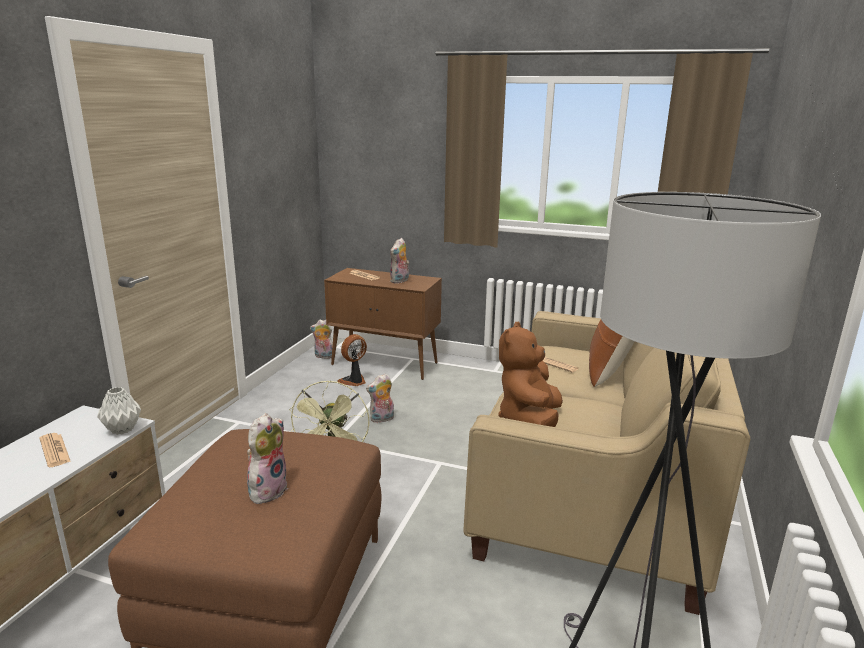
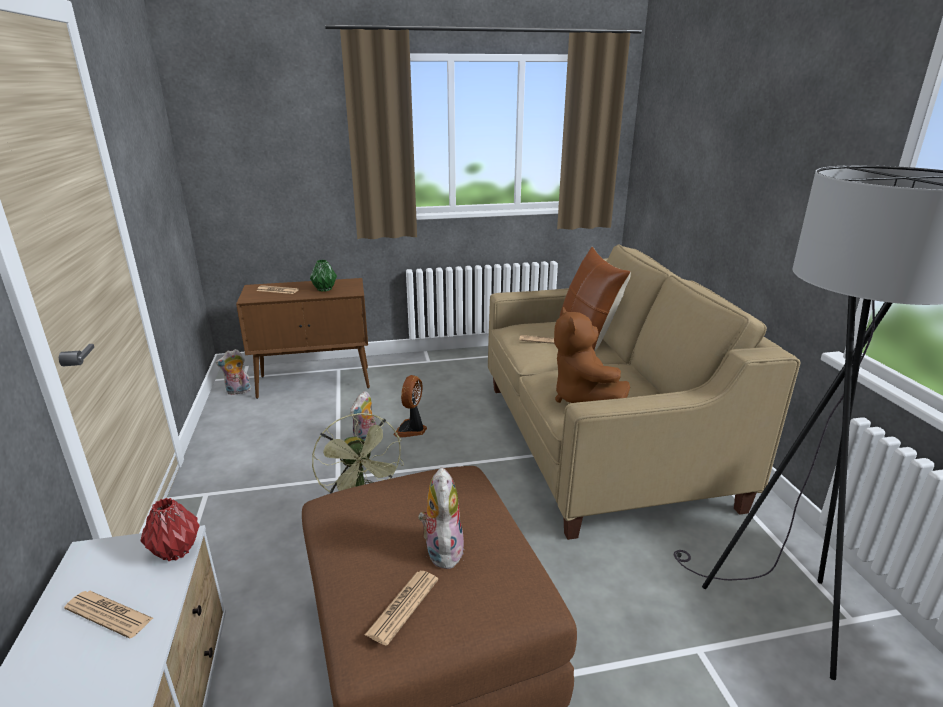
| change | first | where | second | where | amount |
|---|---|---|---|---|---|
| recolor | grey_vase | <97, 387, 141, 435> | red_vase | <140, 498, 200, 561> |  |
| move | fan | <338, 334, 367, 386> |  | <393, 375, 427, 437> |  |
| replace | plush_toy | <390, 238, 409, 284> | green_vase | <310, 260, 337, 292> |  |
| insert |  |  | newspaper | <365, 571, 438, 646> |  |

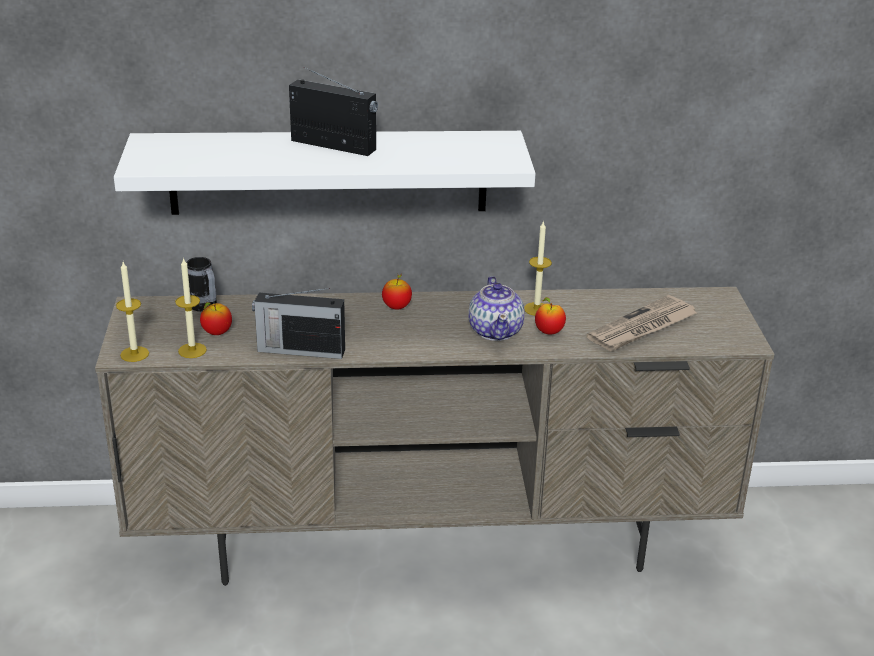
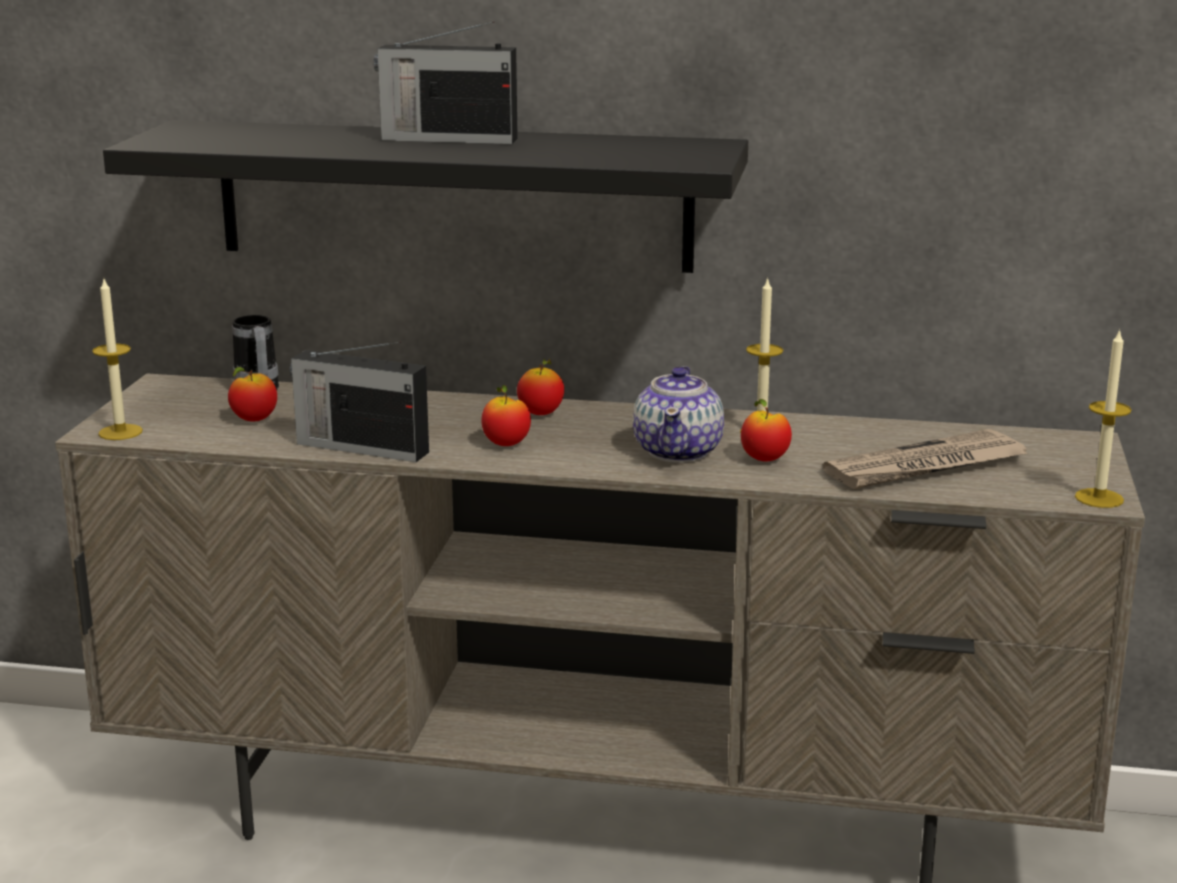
| change | first | where | second | where | amount |
|---|---|---|---|---|---|
| recolor | white_shelf | <114, 131, 536, 215> | black_shelf | <103, 120, 748, 273> |  |
| move | candle | <175, 257, 207, 358> |  | <1075, 329, 1132, 508> |  |
| rotate | radio | <289, 67, 378, 156> |  | <374, 21, 518, 144> | 150 degrees clockwise |
| insert |  |  | apple | <482, 385, 531, 446> |  |

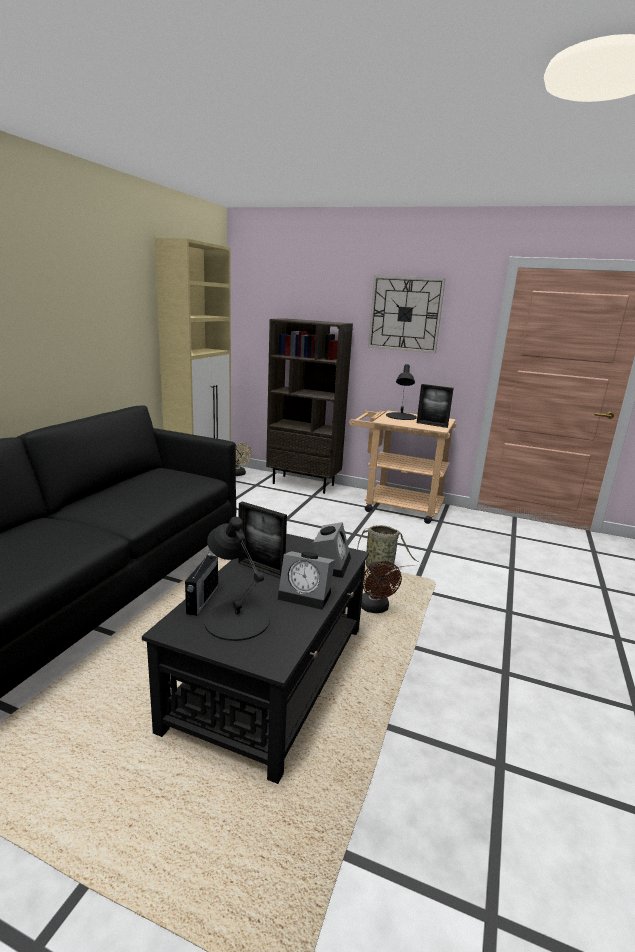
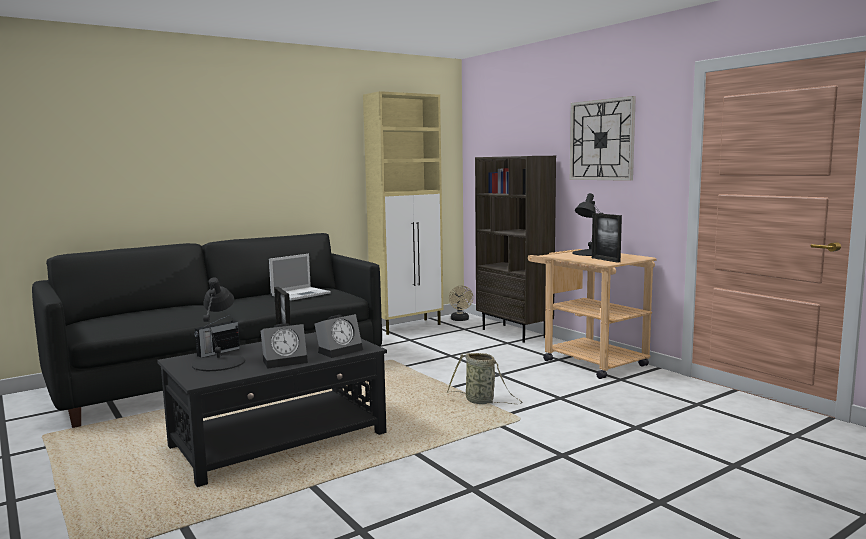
| change | first | where | second | where | amount |
|---|---|---|---|---|---|
| rotate | alarm_clock | <278, 551, 335, 610> |  | <261, 323, 308, 368> | 75 degrees counterclockwise |
| delete | brown_fan | <361, 561, 402, 613> |  |  |  |
| insert |  |  | laptop | <269, 254, 331, 301> |  |

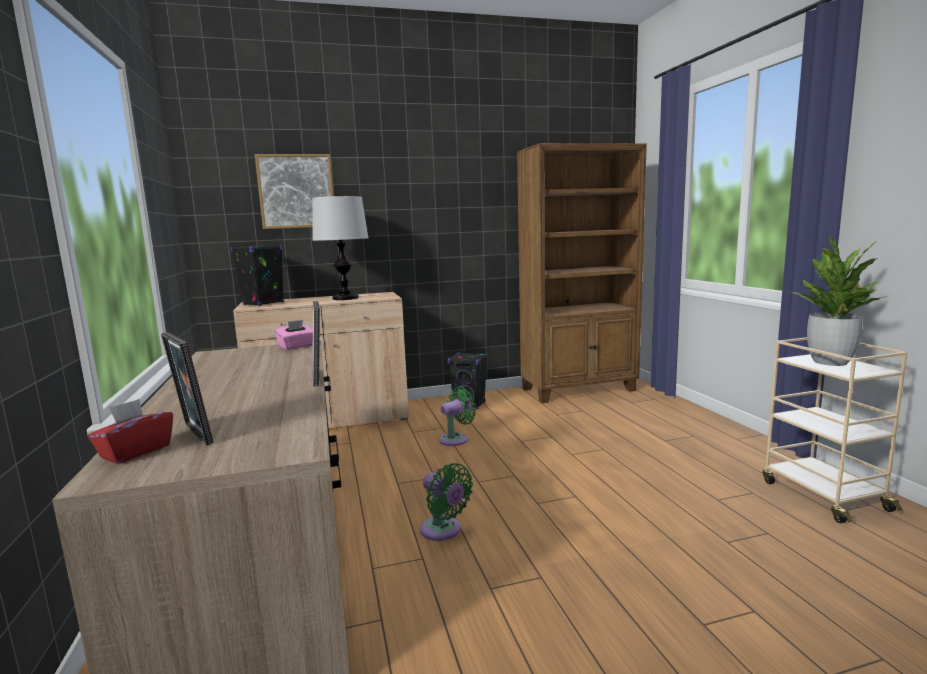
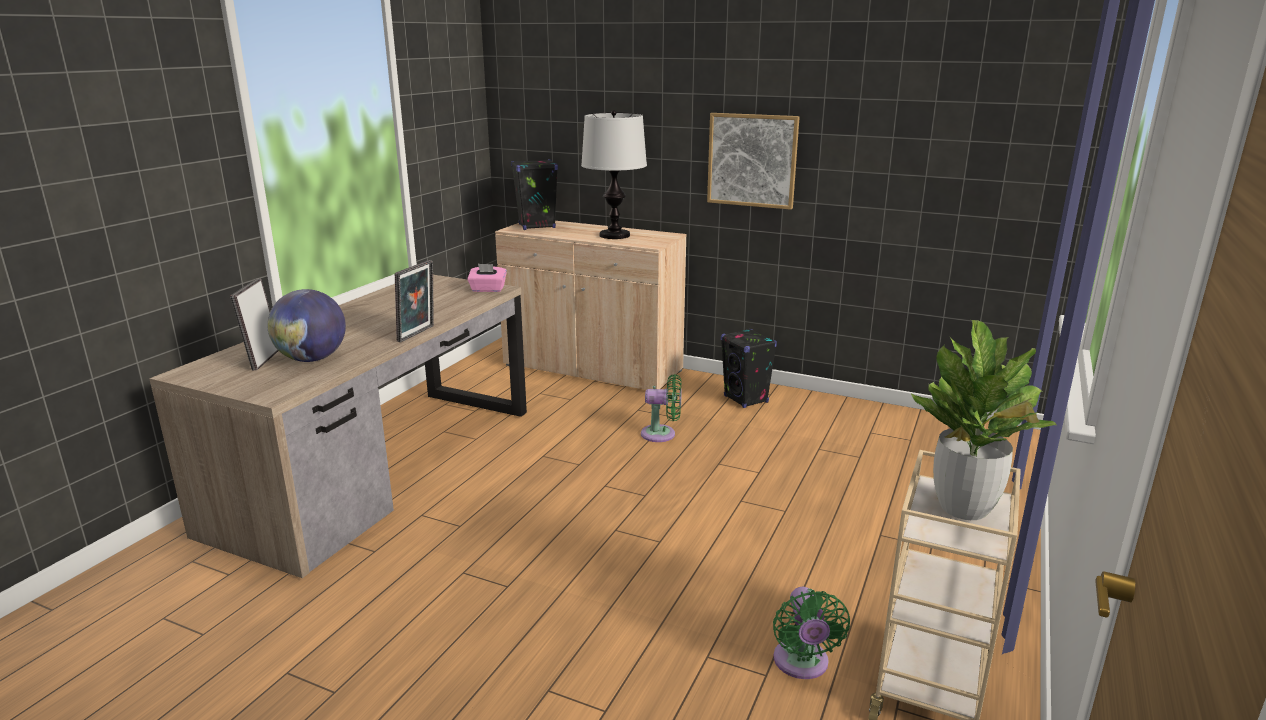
| change | first | where | second | where | amount |
|---|---|---|---|---|---|
| delete | red_tissue_box | <88, 399, 173, 464> |  |  |  |
| move | picture | <255, 154, 333, 229> |  | <707, 113, 800, 210> |  |
| move | green_fan | <420, 463, 473, 541> |  | <773, 587, 850, 679> |  |
| delete | brown_bookcase | <517, 143, 647, 403> |  |  |  |
| insert |  |  | globe | <267, 289, 346, 362> |  |

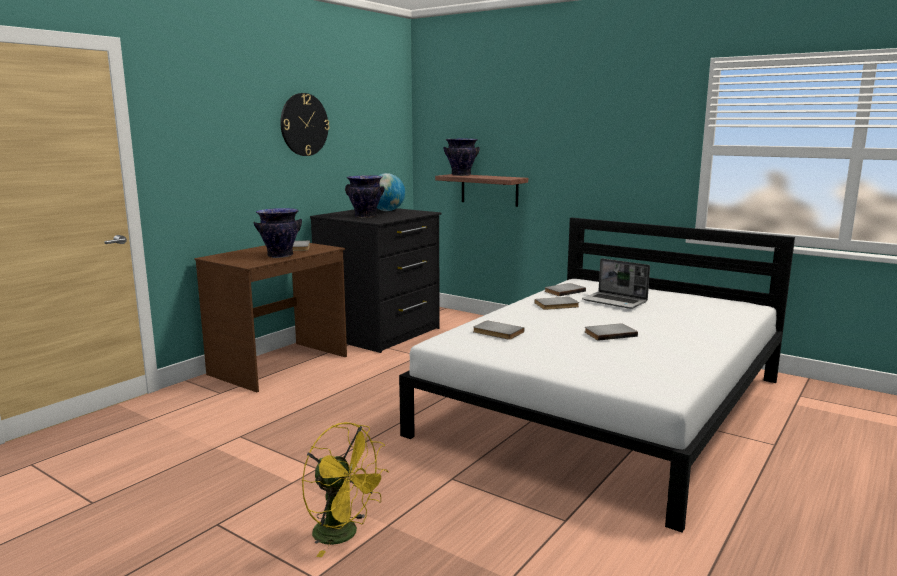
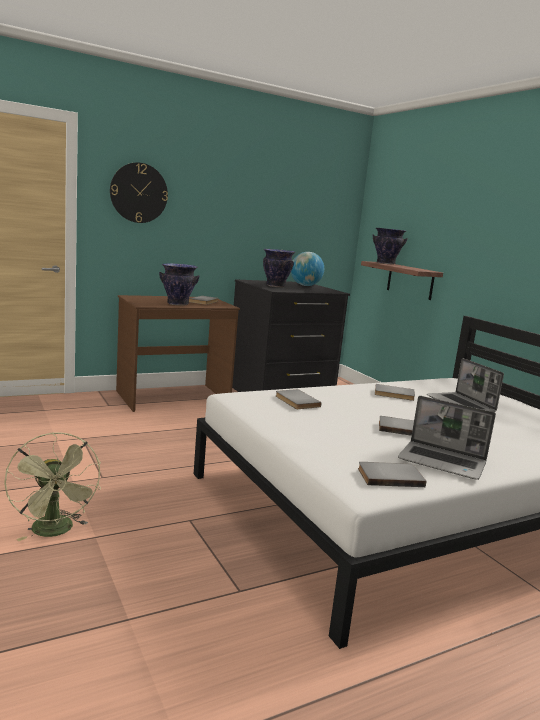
| change | first | where | second | where | amount |
|---|---|---|---|---|---|
| move | wall_clock | <280, 93, 330, 156> |  | <110, 162, 168, 223> |  |
| recolor | yellow_fan | <301, 422, 389, 557> | green_fan | <4, 432, 101, 541> |  |
| move | grey_book | <545, 283, 586, 296> |  | <358, 462, 426, 487> |  |
| insert |  |  | laptop | <398, 396, 496, 480> |  |

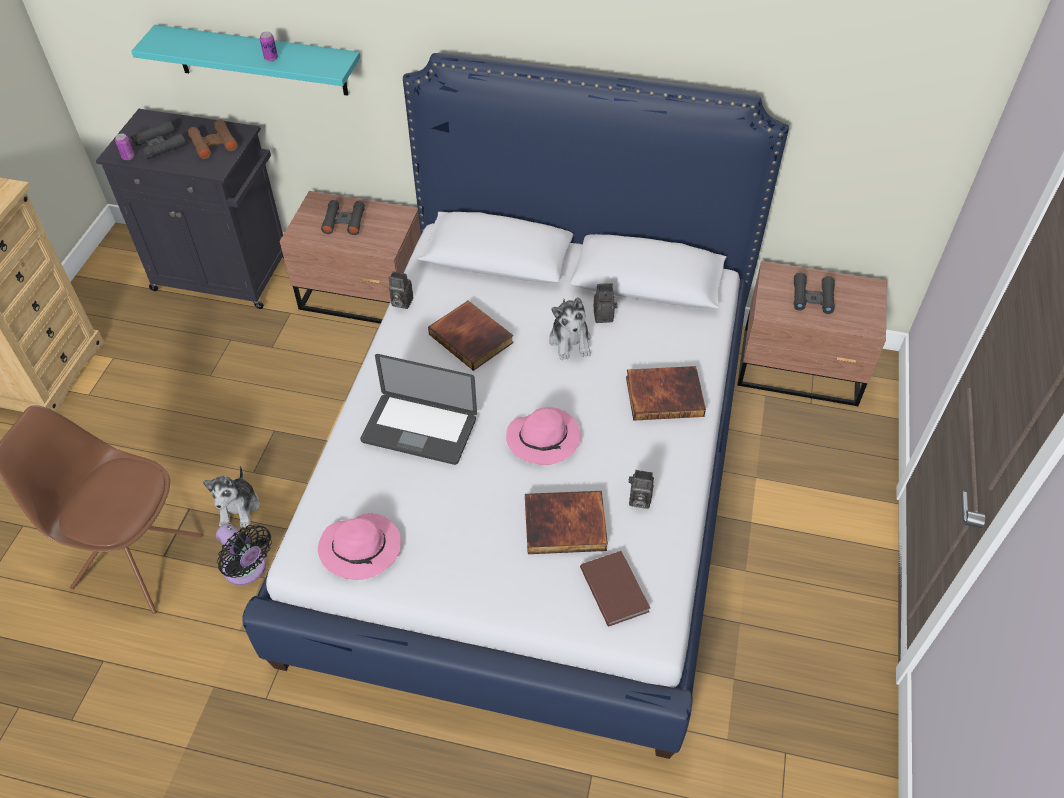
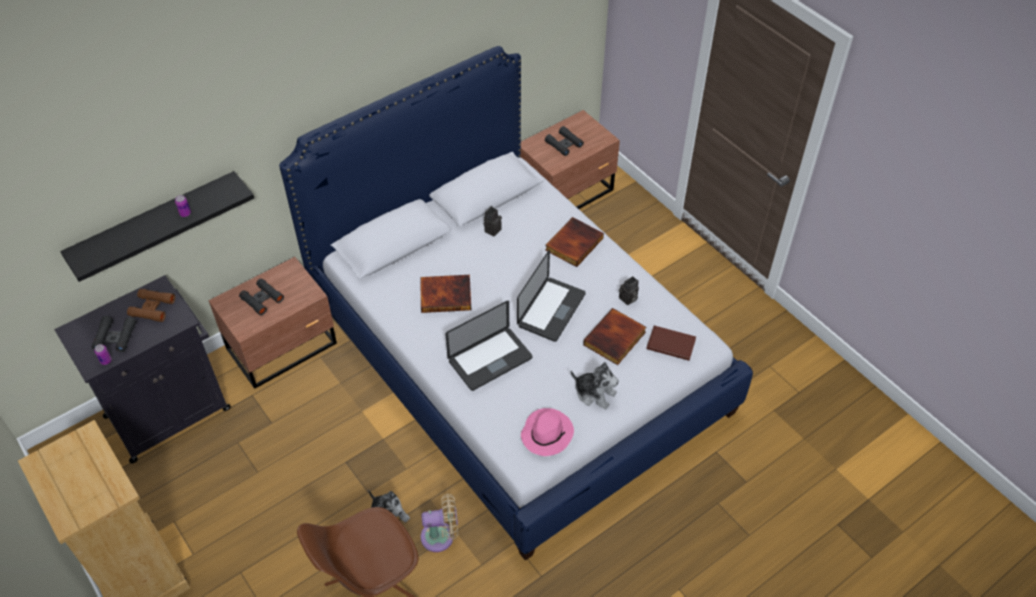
| change | first | where | second | where | amount |
|---|---|---|---|---|---|
| recolor | turquoise_shelf | <131, 25, 360, 96> | black_shelf | <60, 171, 254, 282> |  |
| recolor | black_fan | <216, 523, 272, 585> | beige_fan | <421, 493, 458, 552> |  |
| delete | photo_camera | <389, 271, 413, 309> |  |  |  |
| replace | pink_hat | <506, 407, 581, 465> | laptop | <517, 250, 586, 342> |  |
| move | plush_toy | <549, 297, 591, 360> |  | <571, 362, 619, 409> |  |

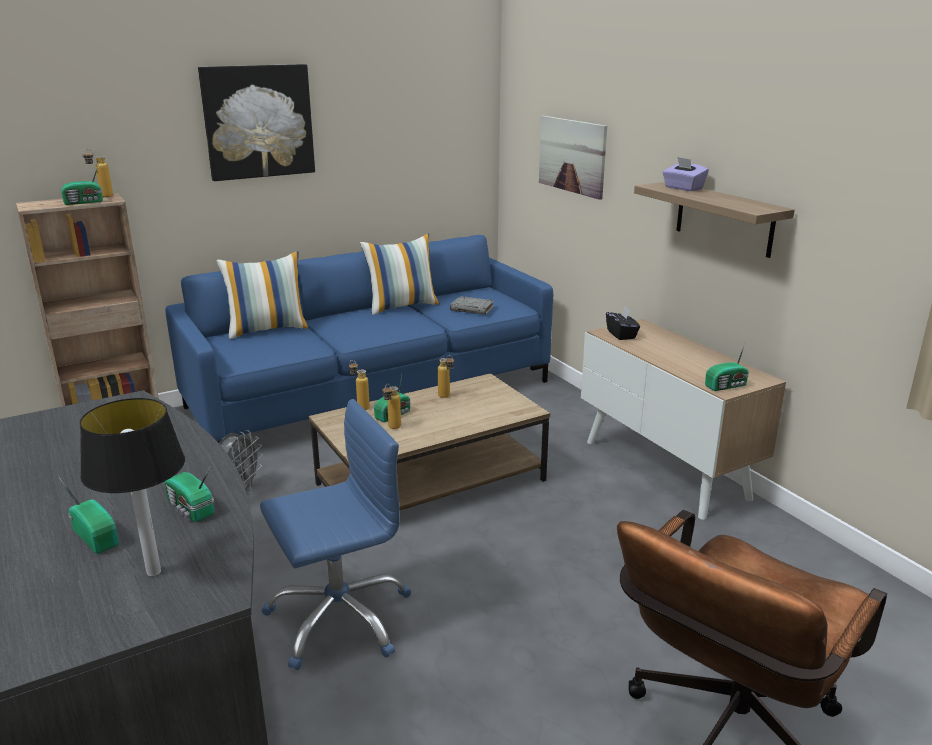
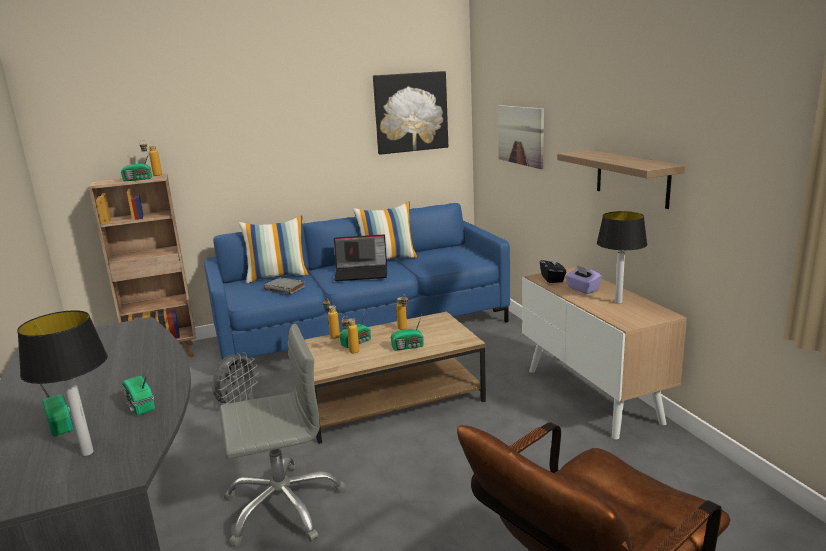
| change | first | where | second | where | amount |
|---|---|---|---|---|---|
| move | picture | <198, 64, 315, 181> |  | <373, 71, 448, 155> |  |
| recolor | blue_office_chair | <260, 399, 411, 670> | grey_office_chair | <220, 324, 346, 547> |  |
| move | grey_book | <450, 296, 494, 315> |  | <264, 277, 306, 294> |  |
| move | purple_tissue_box | <663, 157, 709, 191> |  | <565, 265, 602, 294> |  |
| move | radio | <705, 344, 749, 391> |  | <391, 315, 424, 351> |  |
| insert |  |  | laptop | <334, 234, 387, 281> |  |
| insert |  |  | table_lamp | <597, 211, 647, 304> |  |

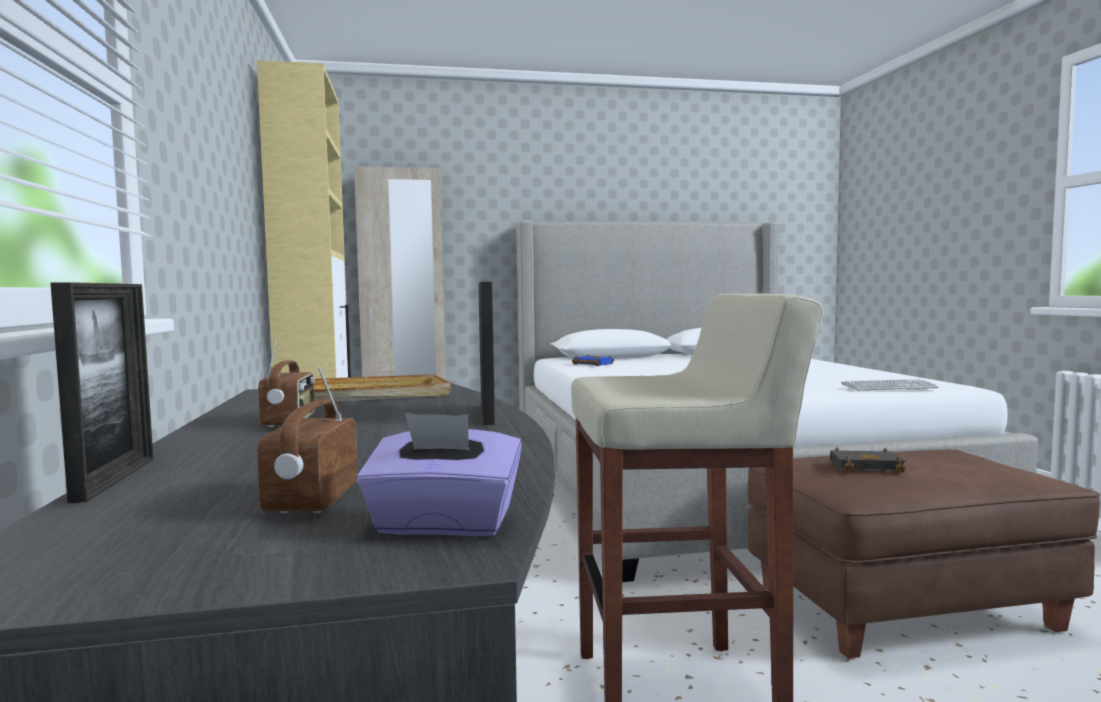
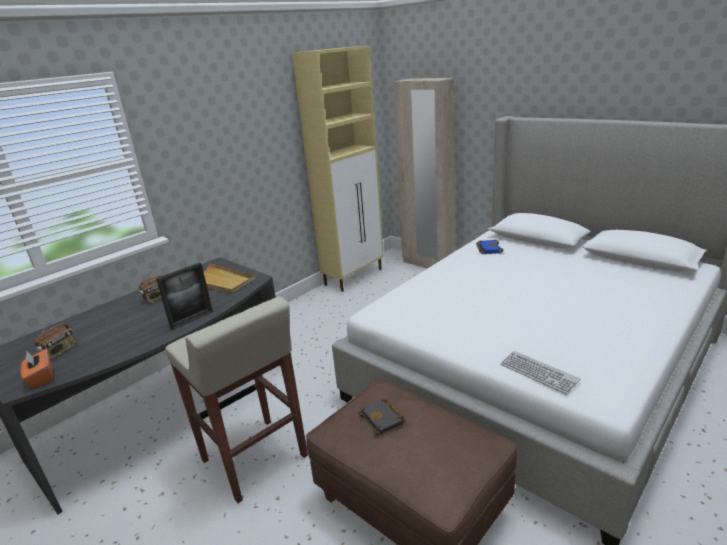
| change | first | where | second | where | amount |
|---|---|---|---|---|---|
| delete | picture_frame | <50, 282, 154, 503> |  |  |  |
| rotate | radio | <257, 366, 357, 514> |  | <34, 316, 77, 359> | 150 degrees clockwise |
| recolor | purple_tissue_box | <357, 413, 522, 536> | orange_tissue_box | <21, 349, 53, 388> |  |

